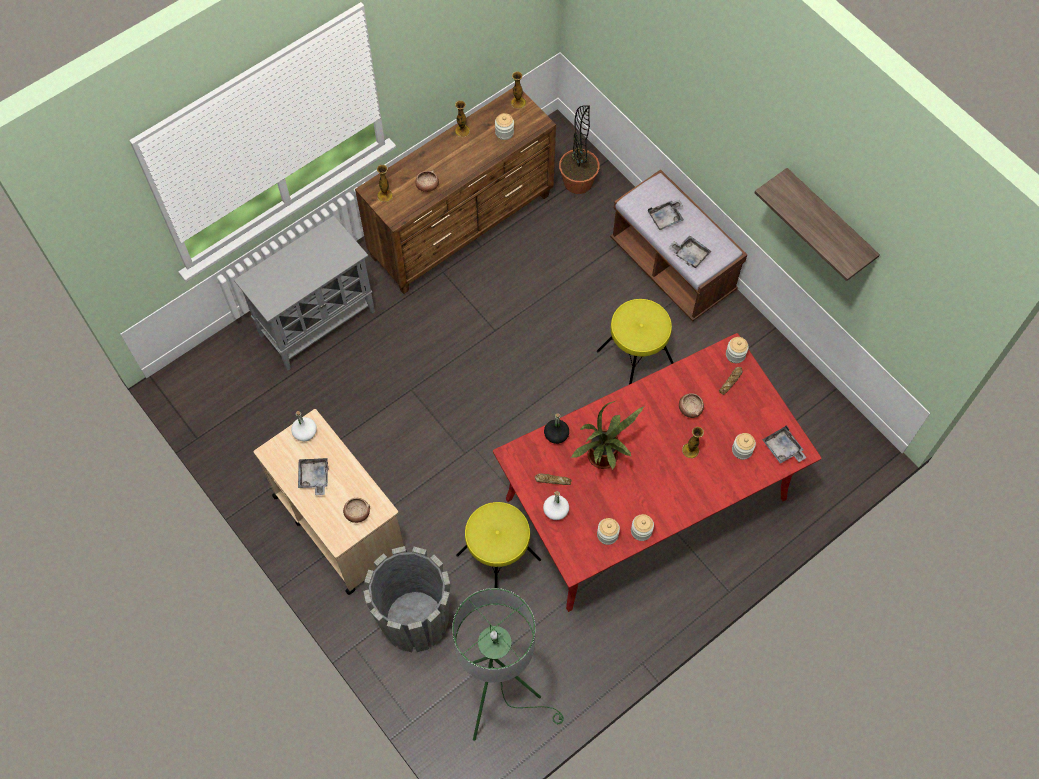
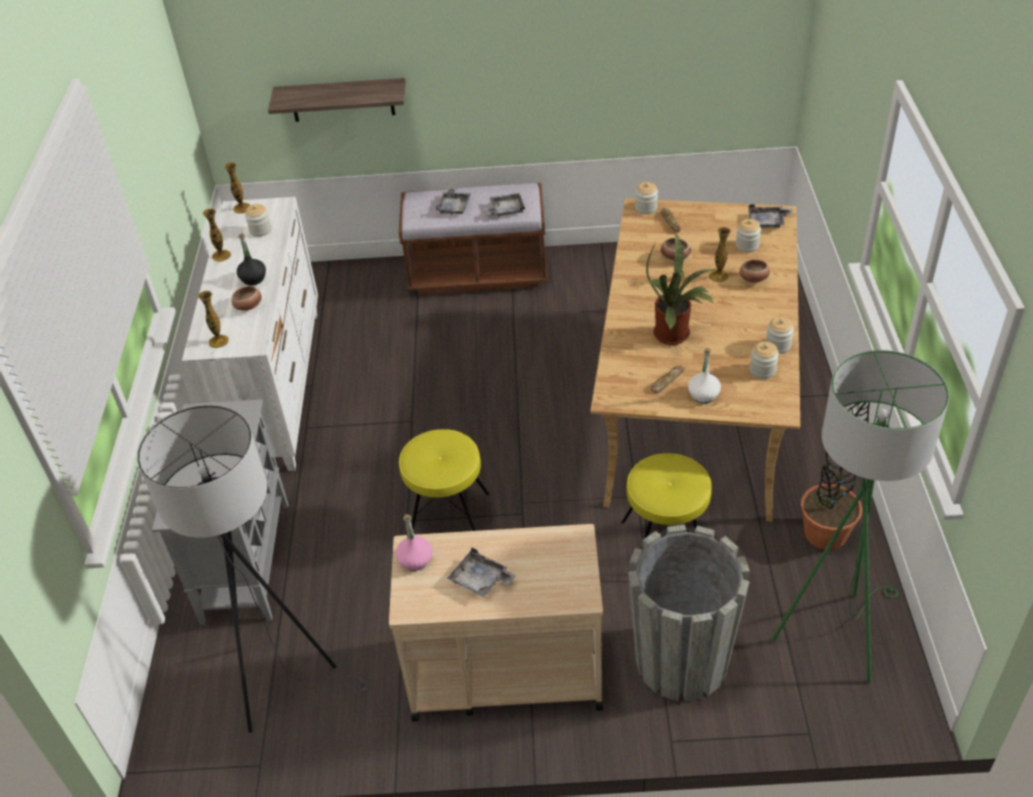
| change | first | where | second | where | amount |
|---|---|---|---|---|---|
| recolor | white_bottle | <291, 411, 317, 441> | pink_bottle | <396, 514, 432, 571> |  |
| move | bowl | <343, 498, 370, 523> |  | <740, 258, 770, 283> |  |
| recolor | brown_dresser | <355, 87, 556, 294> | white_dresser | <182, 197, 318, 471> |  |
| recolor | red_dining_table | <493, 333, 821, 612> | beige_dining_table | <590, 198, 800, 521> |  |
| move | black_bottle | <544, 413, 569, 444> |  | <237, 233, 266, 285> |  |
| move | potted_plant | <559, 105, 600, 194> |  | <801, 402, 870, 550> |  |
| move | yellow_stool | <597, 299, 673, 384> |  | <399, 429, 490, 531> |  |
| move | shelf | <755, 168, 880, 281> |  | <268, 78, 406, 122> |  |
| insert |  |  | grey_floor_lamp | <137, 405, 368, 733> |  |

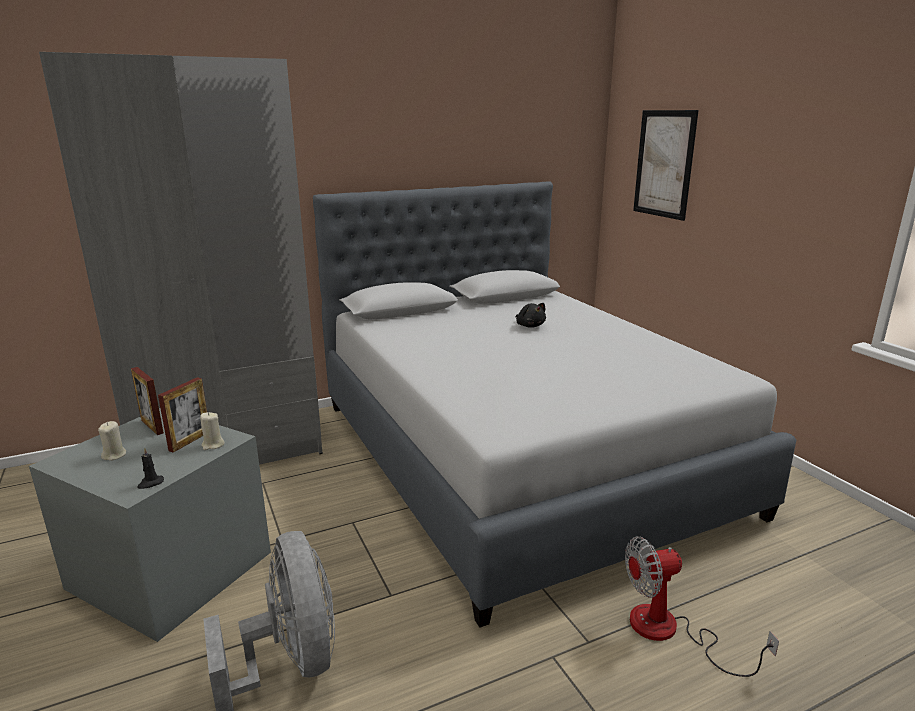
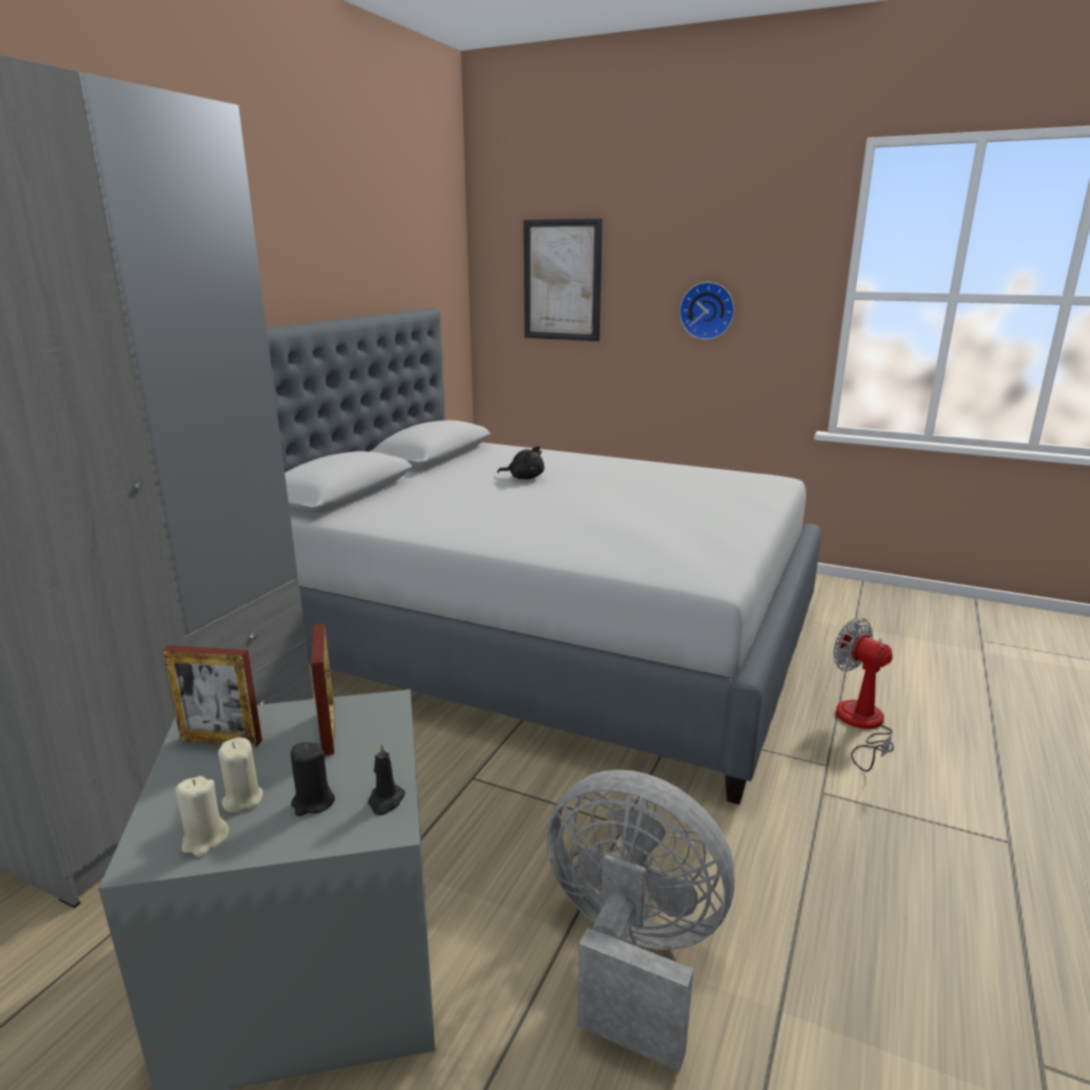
| change | first | where | second | where | amount |
|---|---|---|---|---|---|
| move | beige_candle | <200, 412, 225, 450> |  | <175, 776, 229, 857> |  |
| rotate | fan | <625, 536, 779, 677> |  | <833, 618, 894, 772> | 105 degrees clockwise |
| insert |  |  | black_candle | <291, 742, 335, 816> |  |
| insert |  |  | wall_clock | <679, 282, 735, 340> |  |

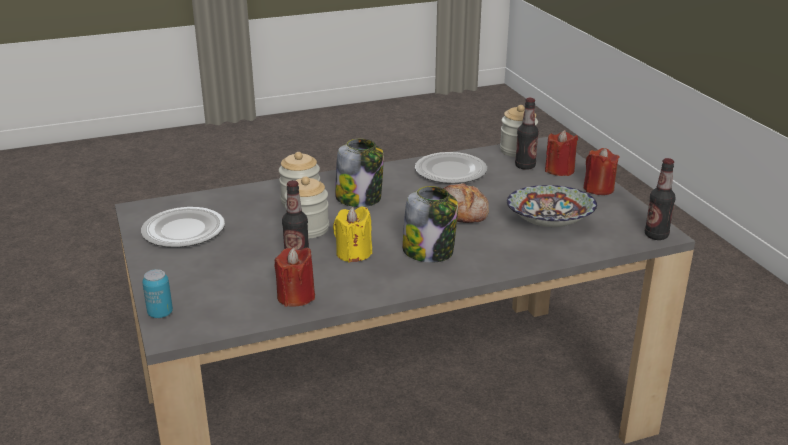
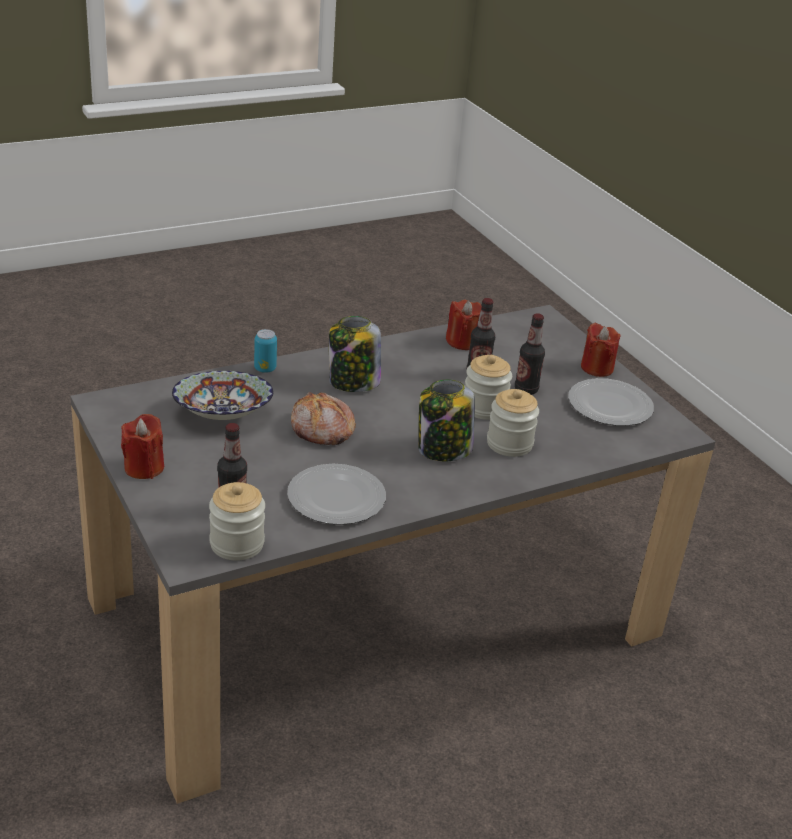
| change | first | where | second | where | amount |
|---|---|---|---|---|---|
| move | can | <142, 269, 173, 318> |  | <254, 329, 277, 373> |  |
| delete | yellow_candle | <333, 206, 372, 263> |  |  |  |
| move | red_candle | <545, 130, 578, 176> |  | <581, 323, 621, 377> |  |
| move | bottle | <645, 158, 676, 240> |  | <515, 313, 545, 395> |  |

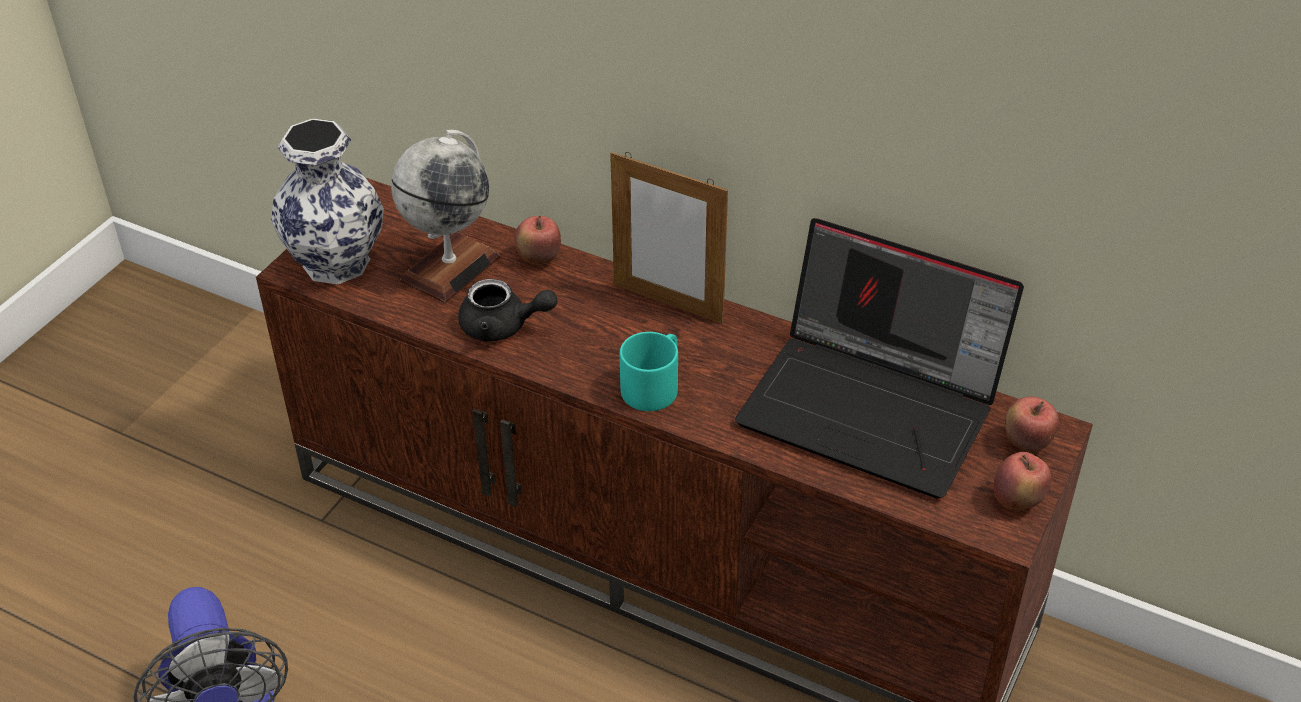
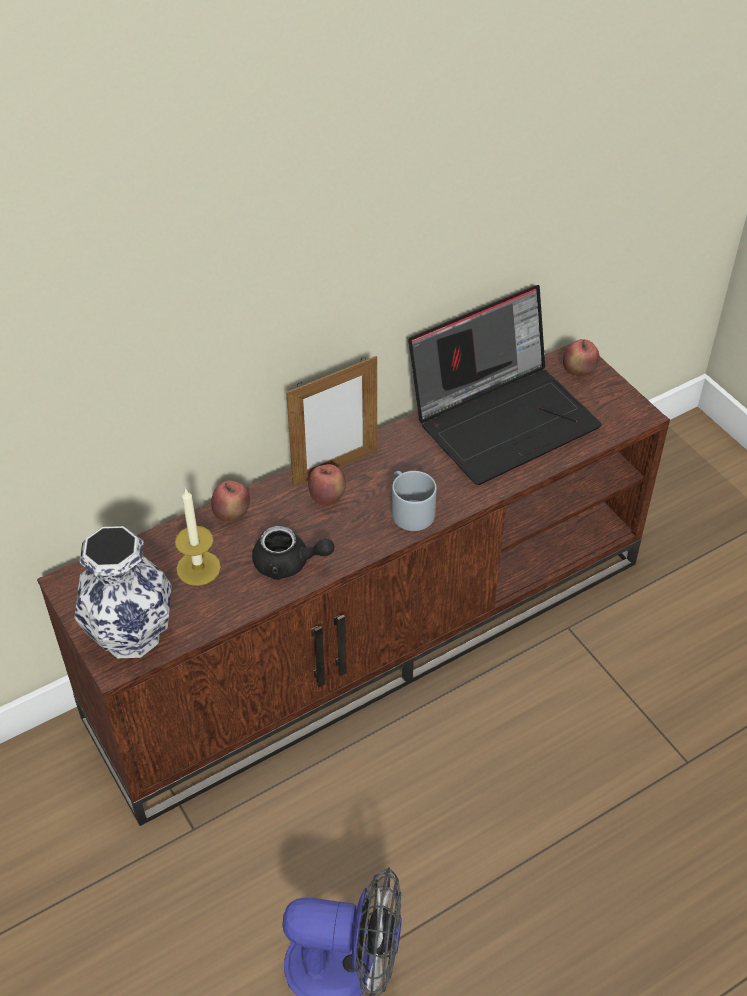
| change | first | where | second | where | amount |
|---|---|---|---|---|---|
| replace | globe | <391, 130, 500, 303> | candle | <175, 488, 221, 586> |  |
| rotate | black_teapot | <458, 279, 557, 342> |  | <252, 526, 334, 580> | 60 degrees clockwise |
| recolor | turquoise_mug | <620, 332, 678, 411> | grey_mug | <392, 471, 437, 531> |  |
| move | apple | <993, 452, 1051, 510> |  | <308, 464, 346, 506> |  |

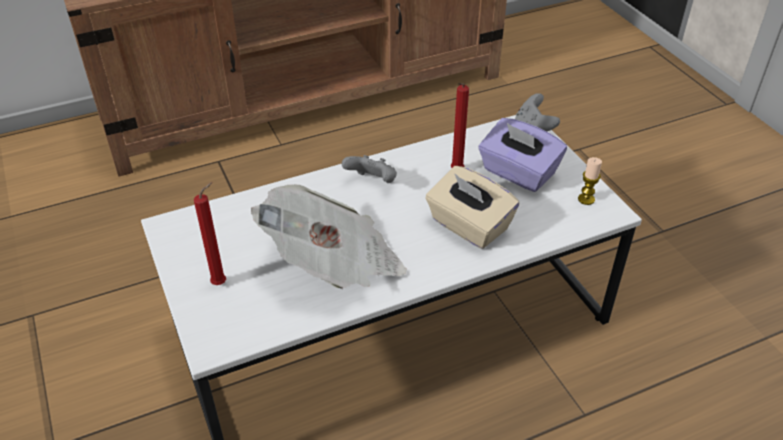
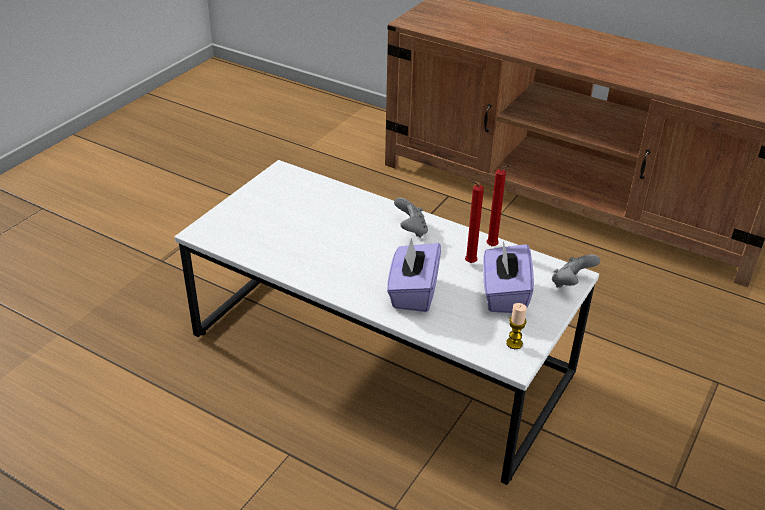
| change | first | where | second | where | amount |
|---|---|---|---|---|---|
| move | red_candle | <194, 182, 226, 285> |  | <486, 165, 513, 246> |  |
| delete | newspaper | <251, 184, 407, 289> |  |  |  |
| recolor | beige_tissue_box | <425, 166, 519, 249> | purple_tissue_box | <387, 238, 441, 312> |  |

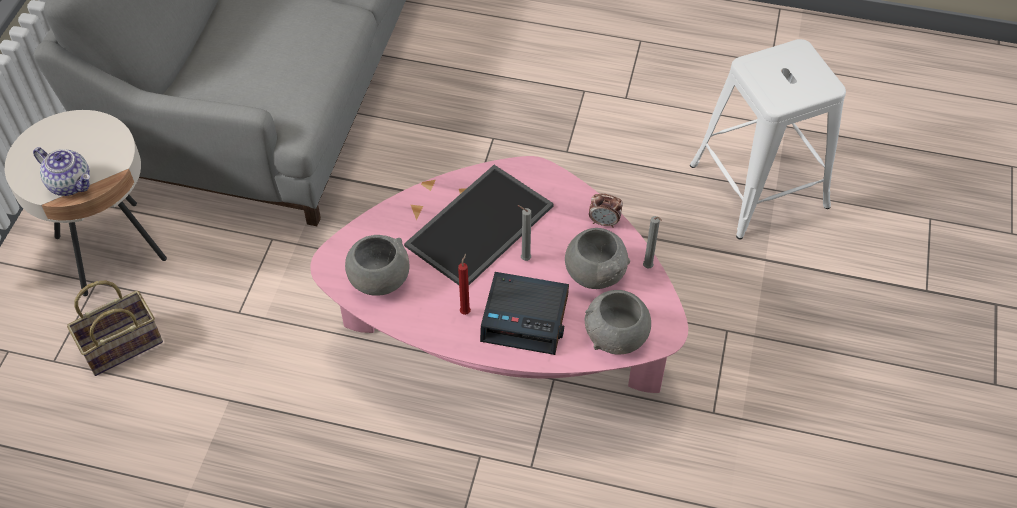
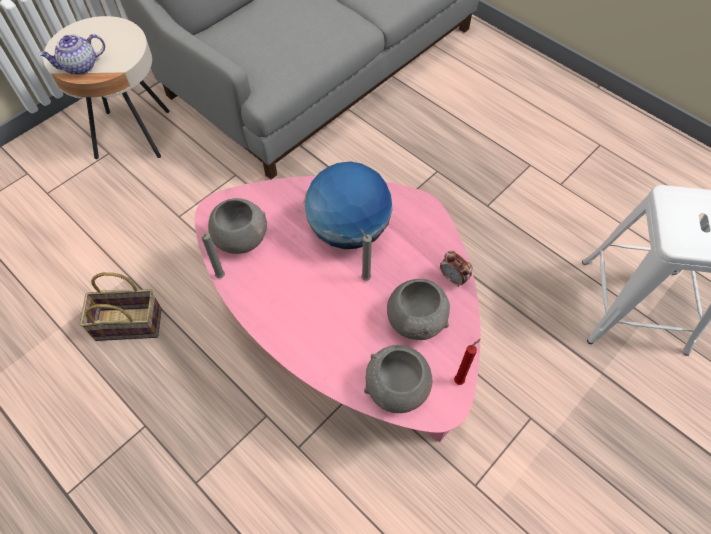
| change | first | where | second | where | amount |
|---|---|---|---|---|---|
| rotate | teapot | <33, 147, 90, 196> |  | <38, 34, 105, 75> | 90 degrees clockwise |
| move | basket | <67, 281, 163, 376> |  | <80, 272, 162, 341> |  |
| replace | tray | <404, 165, 554, 285> | globe | <305, 162, 392, 249> |  |
| move | red_candle | <458, 254, 471, 315> |  | <454, 339, 481, 385> |  |
| delete | alarm_clock | <480, 272, 569, 355> |  |  |  |
| move | grey_candle | <643, 216, 662, 268> |  | <201, 232, 225, 278> |  |

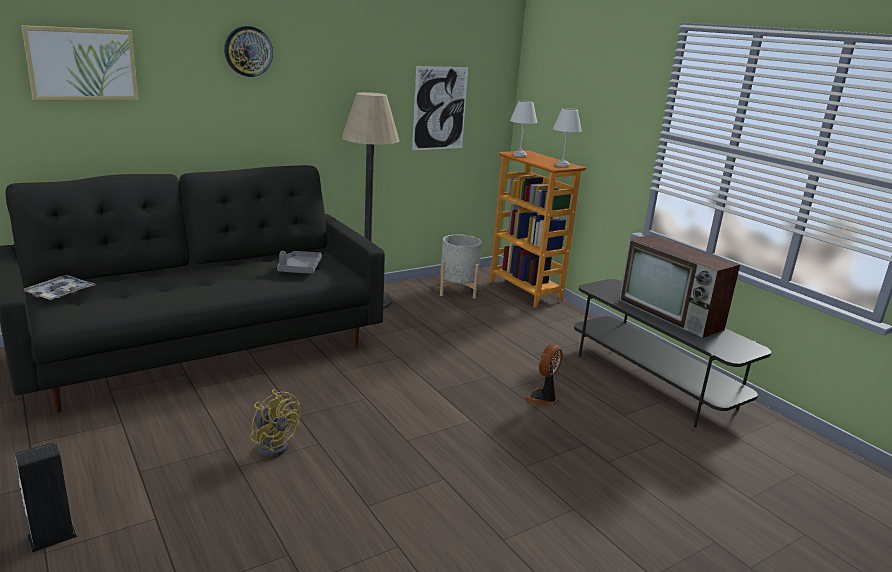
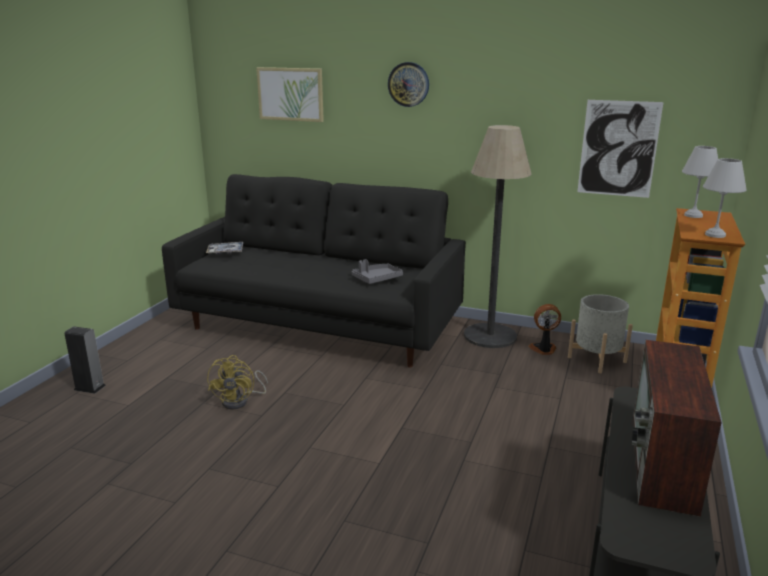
| change | first | where | second | where | amount |
|---|---|---|---|---|---|
| move | fan | <525, 344, 563, 406> |  | <528, 304, 561, 355> |  |

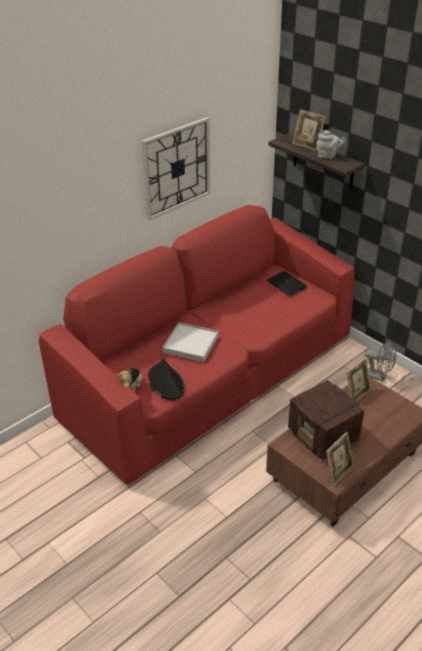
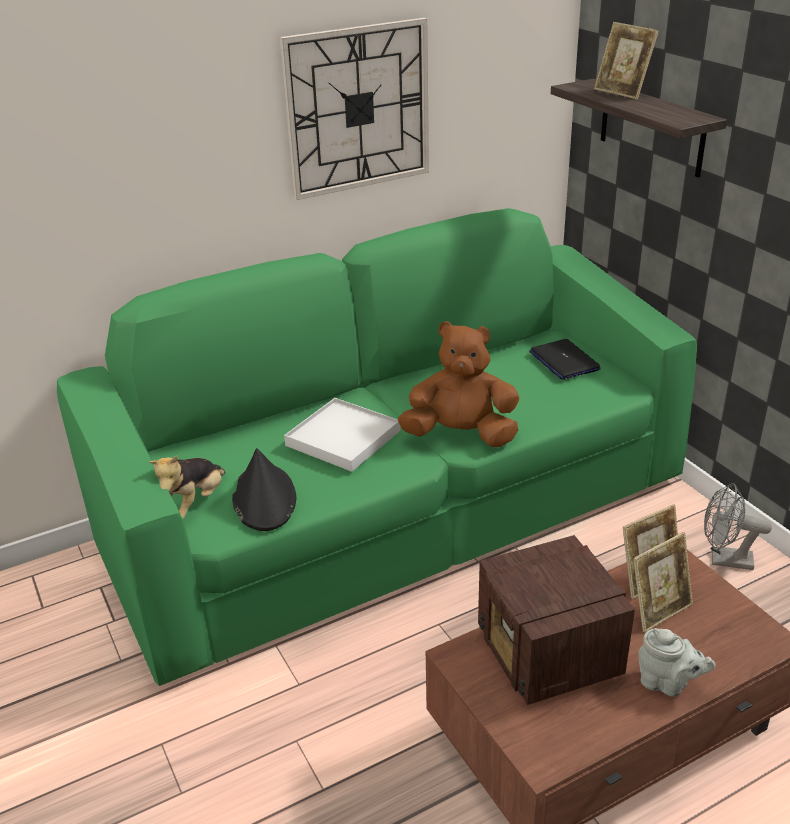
| change | first | where | second | where | amount |
|---|---|---|---|---|---|
| recolor | red_sofa | <39, 205, 355, 485> | green_sofa | <57, 208, 697, 686> |  |
| move | grey_teapot | <316, 130, 346, 159> |  | <638, 628, 716, 697> |  |
| move | picture_frame | <326, 432, 354, 485> |  | <633, 532, 693, 633> |  |
| rotate | grey_fan | <364, 341, 397, 382> |  | <704, 483, 772, 570> | 150 degrees clockwise |
| insert |  |  | brown_plush_toy | <398, 321, 519, 447> |  |

